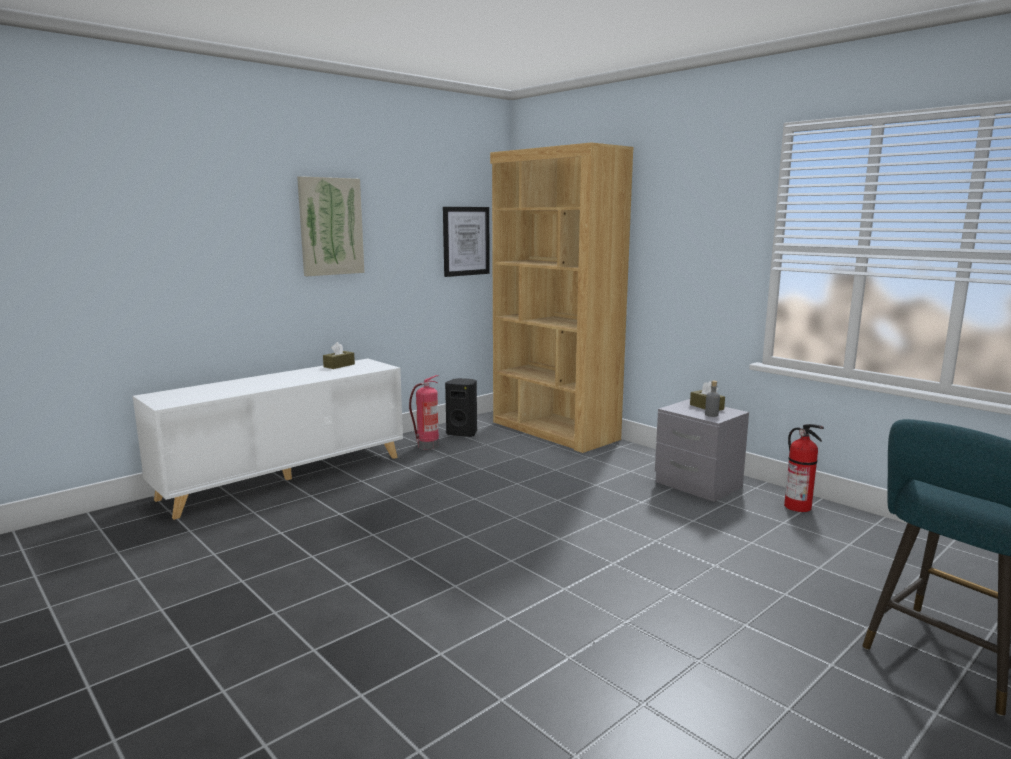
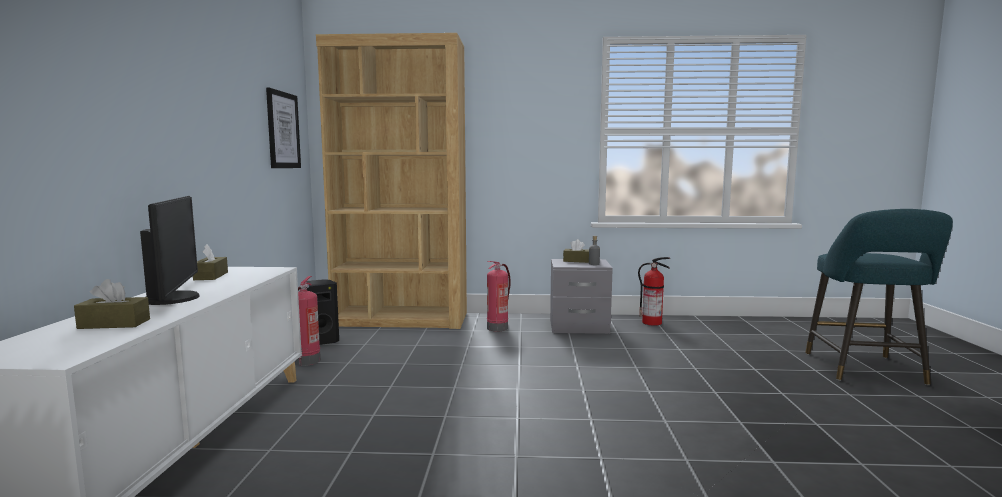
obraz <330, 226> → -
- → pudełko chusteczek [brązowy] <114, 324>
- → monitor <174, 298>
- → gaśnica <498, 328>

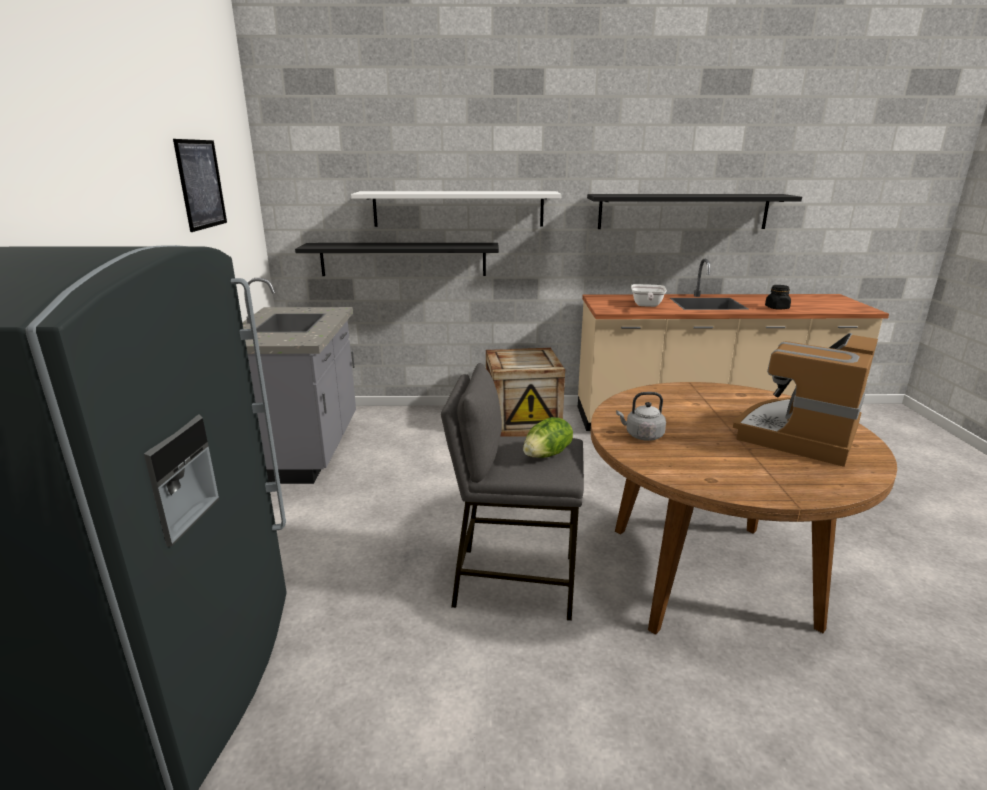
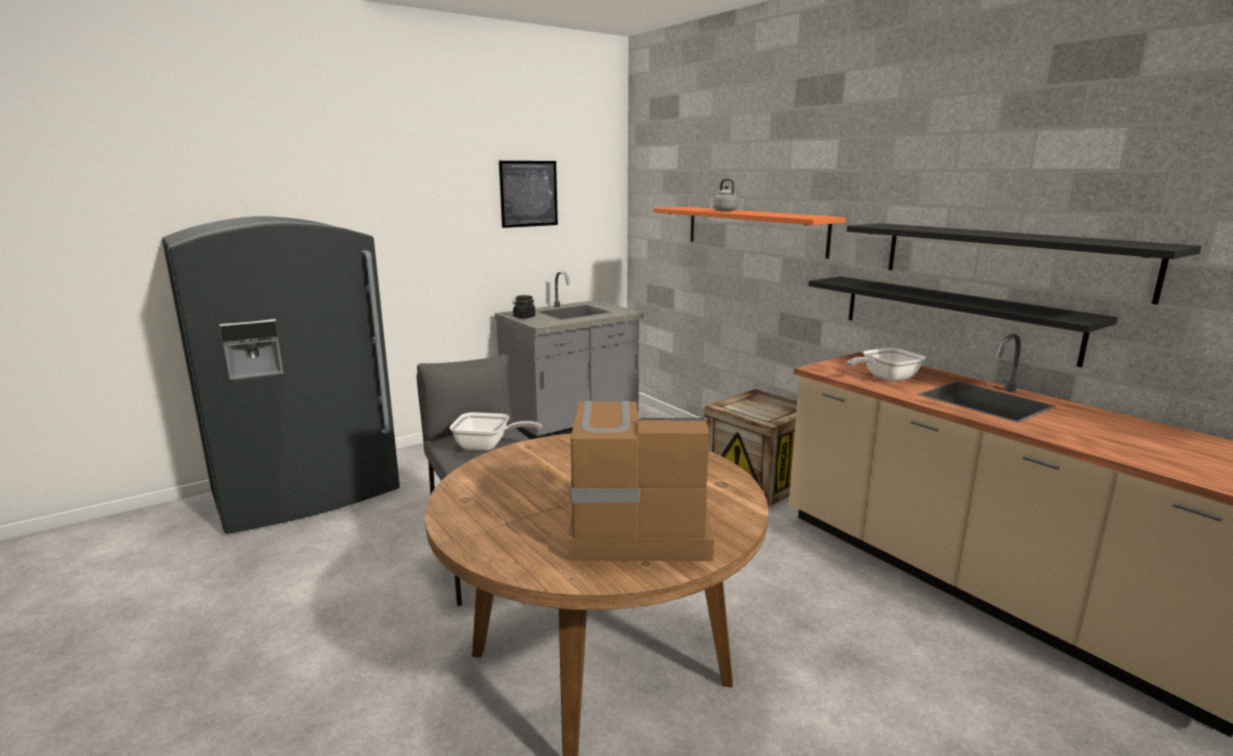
półka [czarny] <403, 259> → półka [czarny] <953, 317>, shifted
półka [biały] <458, 209> → półka [pomarańczowy] <753, 230>
sałata <548, 454> → patelnia <488, 446>
czajnik [szary] <642, 435> → czajnik [szary] <724, 211>, shifted
słoik [czarny] <777, 308> → słoik [czarny] <524, 317>, shifted

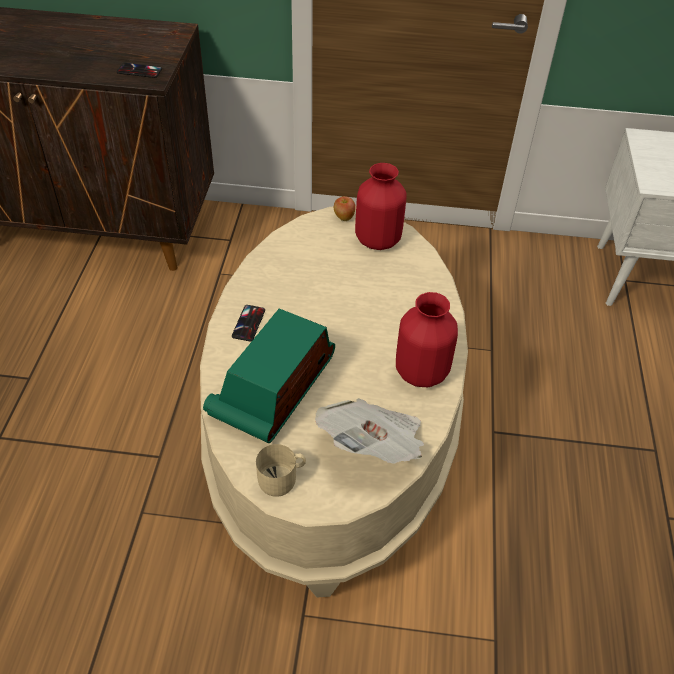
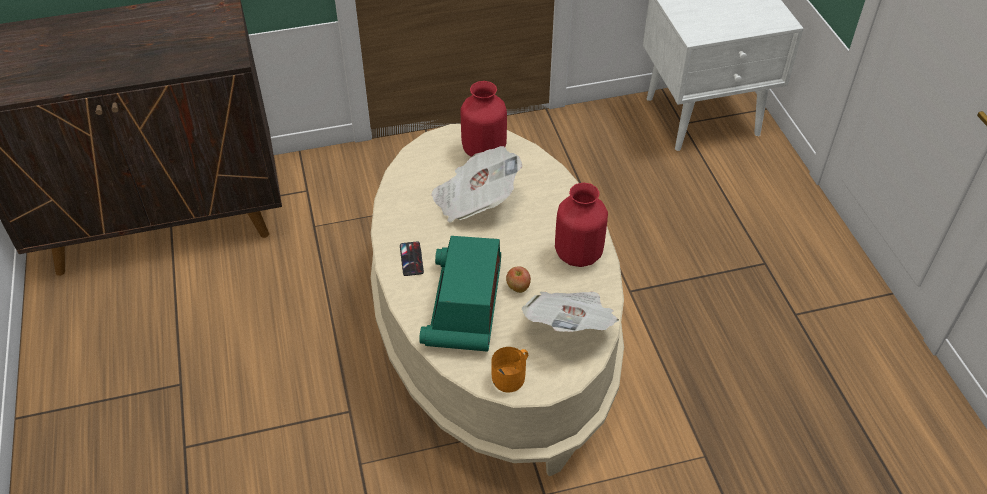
telefon <139, 71> → -
kubek [beżowy] <282, 479> → kubek [pomarańczowy] <512, 376>
jabłko <344, 217> → jabłko <518, 288>, shifted
- → gazeta <475, 200>

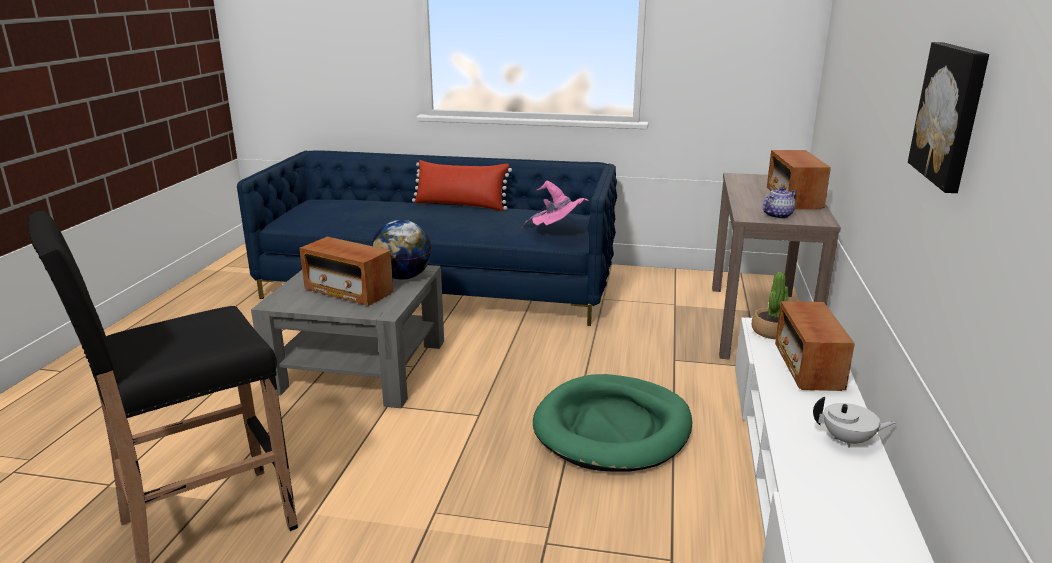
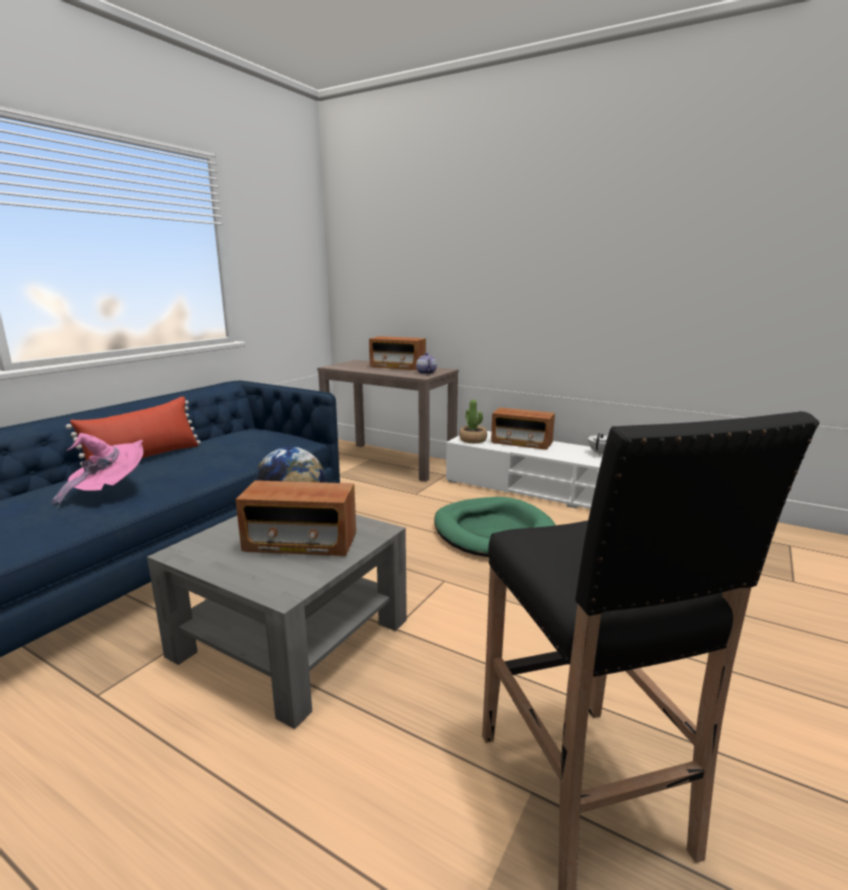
radio <348, 292> → radio <300, 544>, 45 degrees clockwise
kapelusz [różowy] <557, 230> → kapelusz [różowy] <108, 491>, shifted
obraz <951, 114> → -

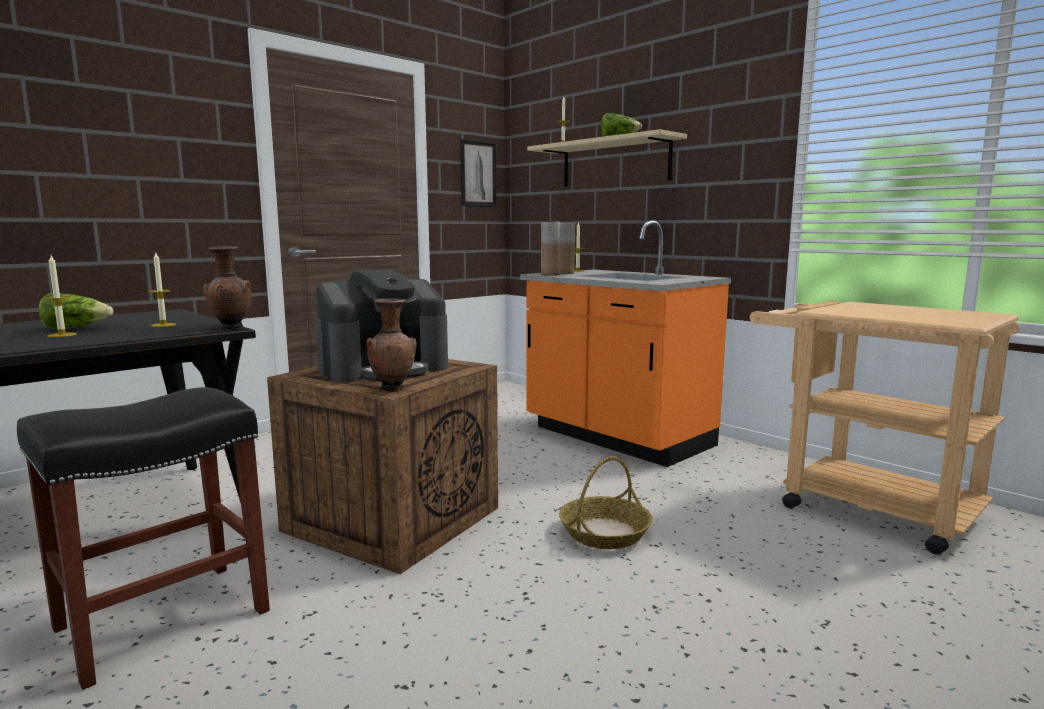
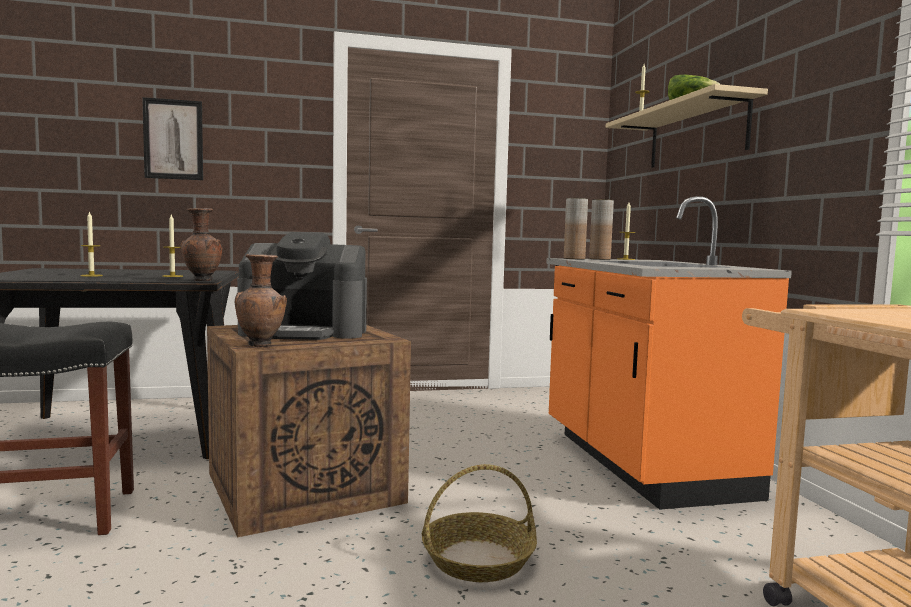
sałata <76, 328> → -
obraz <478, 174> → obraz <173, 139>, shifted

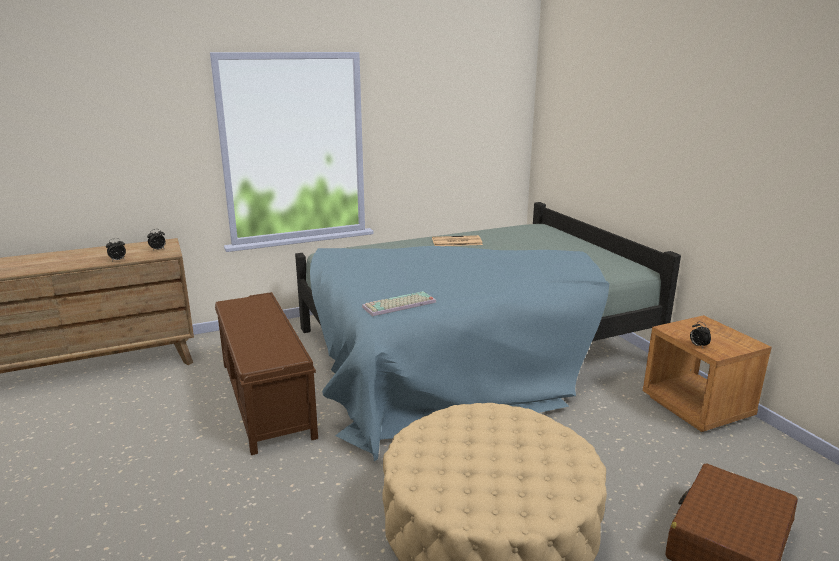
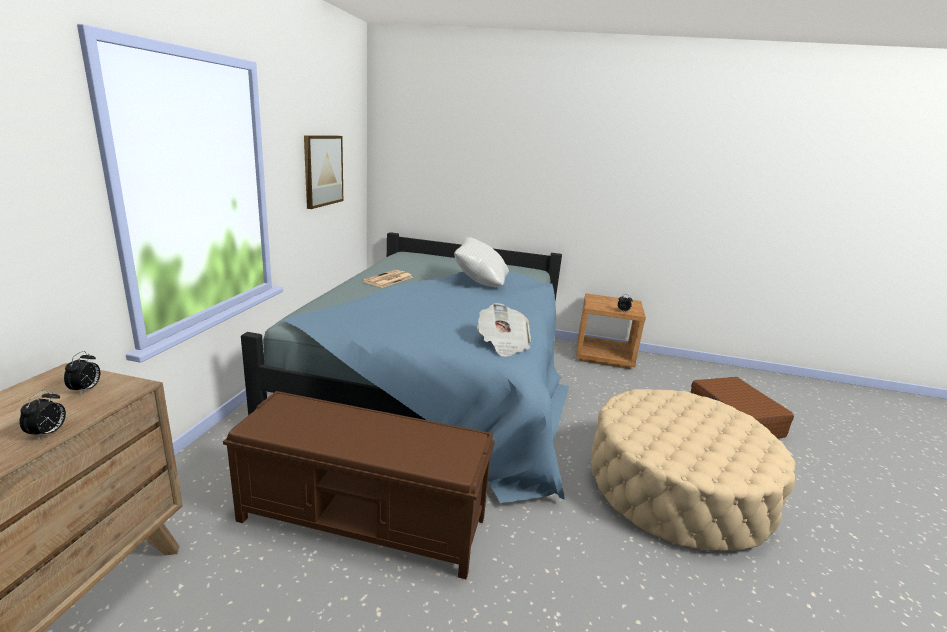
klawiatura <399, 305> → gazeta <503, 344>
- → obraz <323, 170>
- → poduszka [biały] <480, 282>

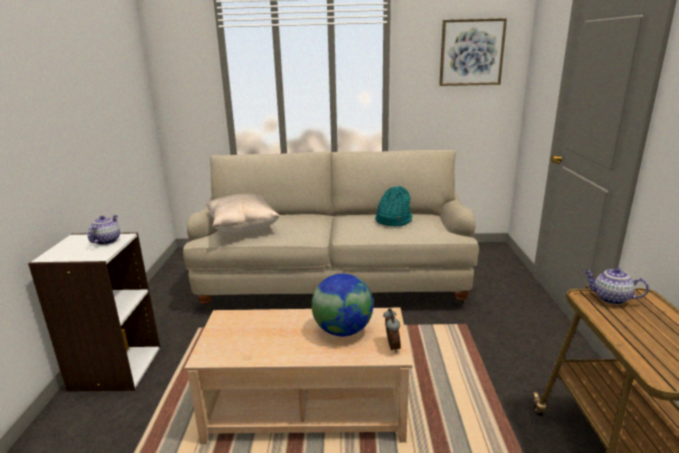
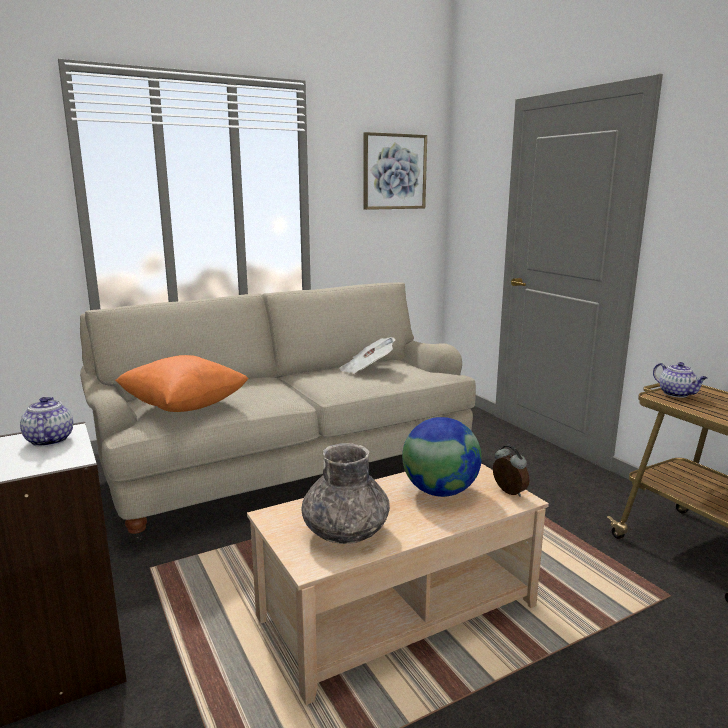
poduszka [beżowy] <243, 228> → poduszka [pomarańczowy] <184, 407>
kapelusz [turkusowy] <393, 220> → gazeta <366, 370>
imbryk <610, 298> → imbryk <677, 394>, 120 degrees counterclockwise
- → wazon [szary] <346, 532>

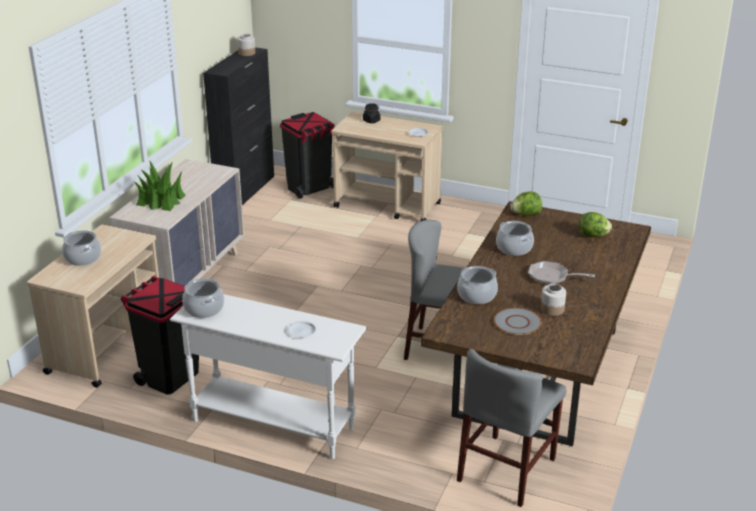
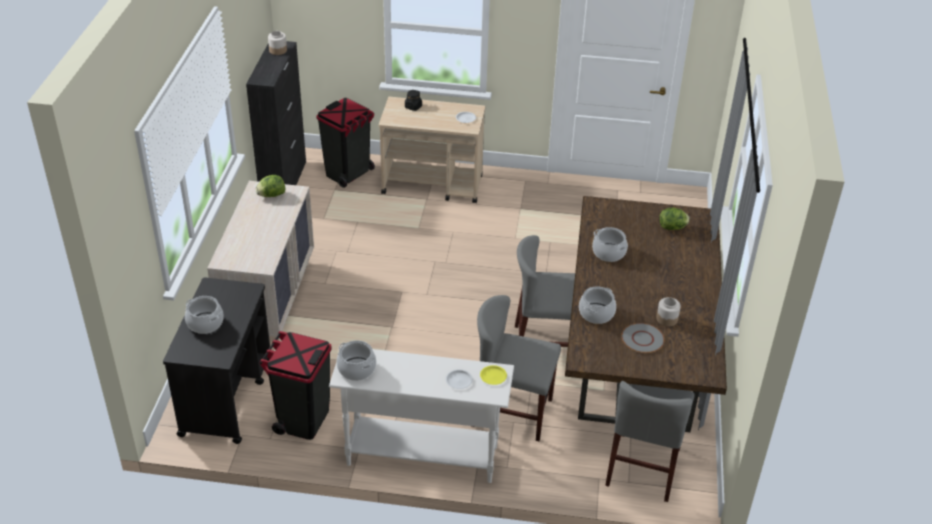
wózek [beżowy] <107, 347> → wózek [czarny] <227, 395>
roślina doniczkowa <160, 200> → -
sałata <526, 214> → sałata <271, 195>, shifted
patelnia <552, 277> → -
- → krzesło [szary] <512, 412>
- → talerz [żółty] <493, 376>

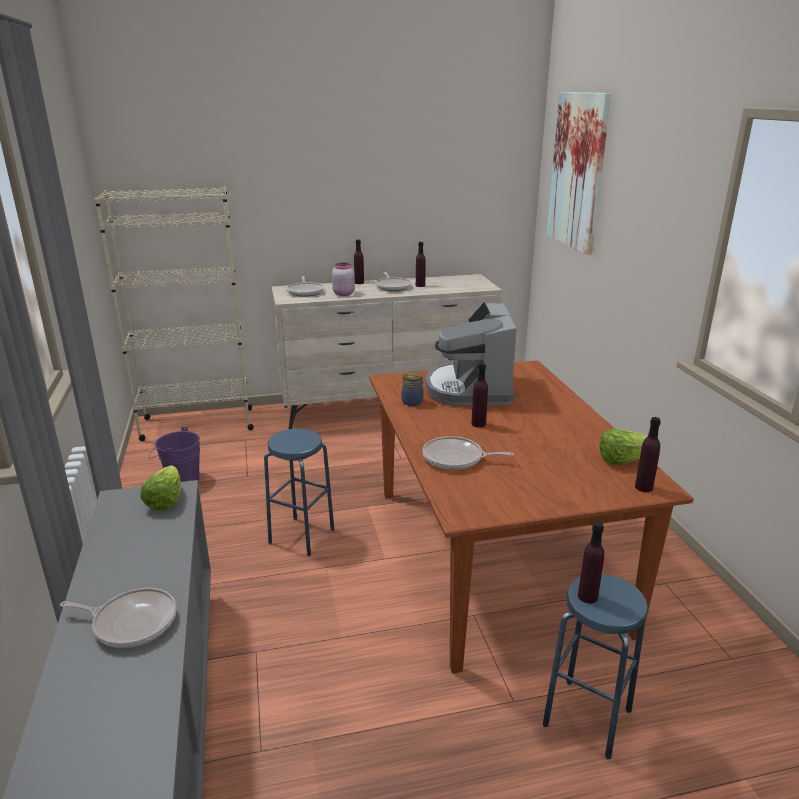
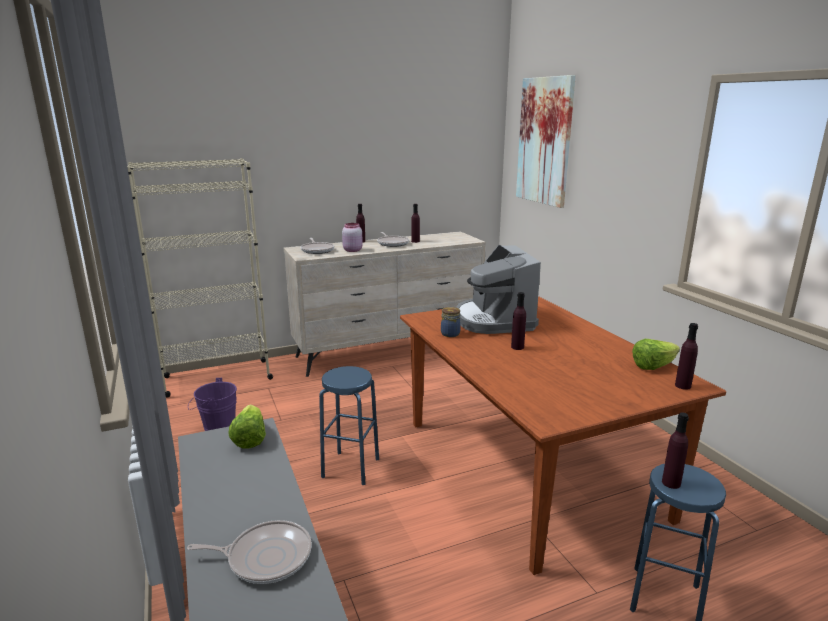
patelnia <456, 458> → -

